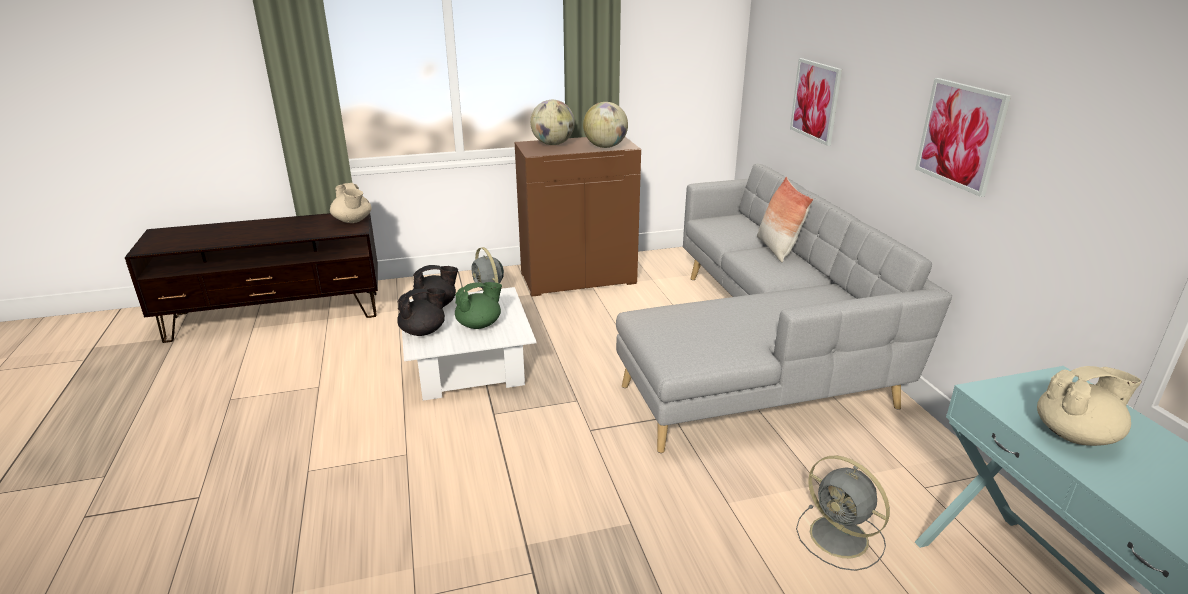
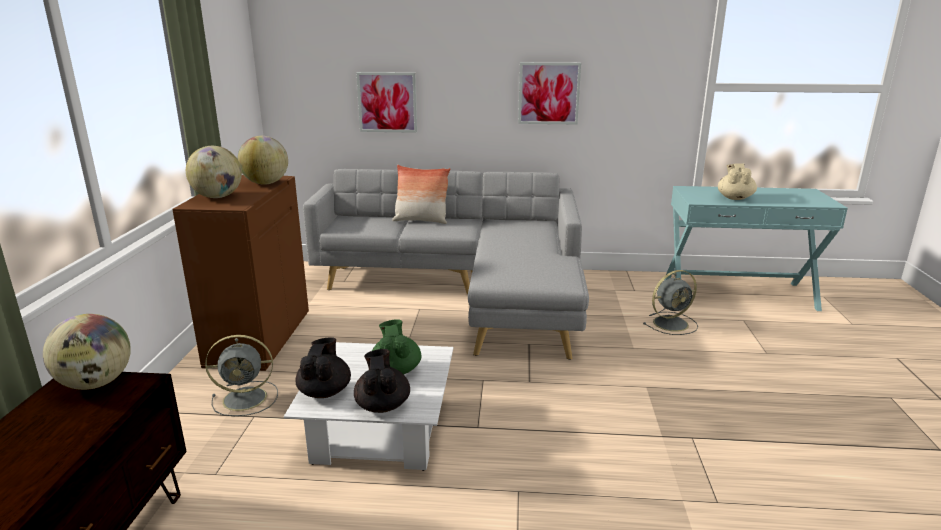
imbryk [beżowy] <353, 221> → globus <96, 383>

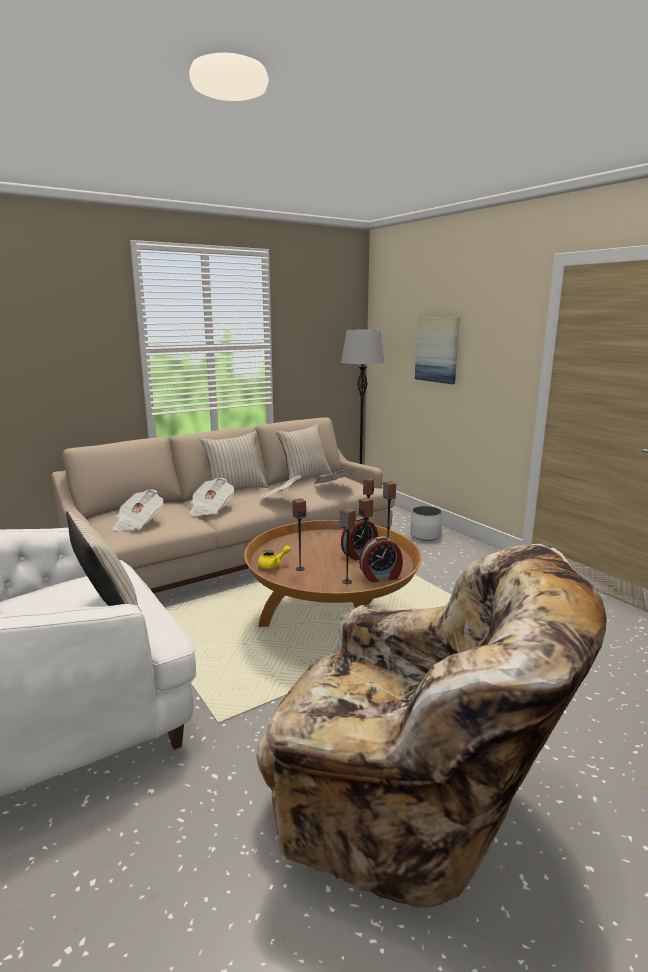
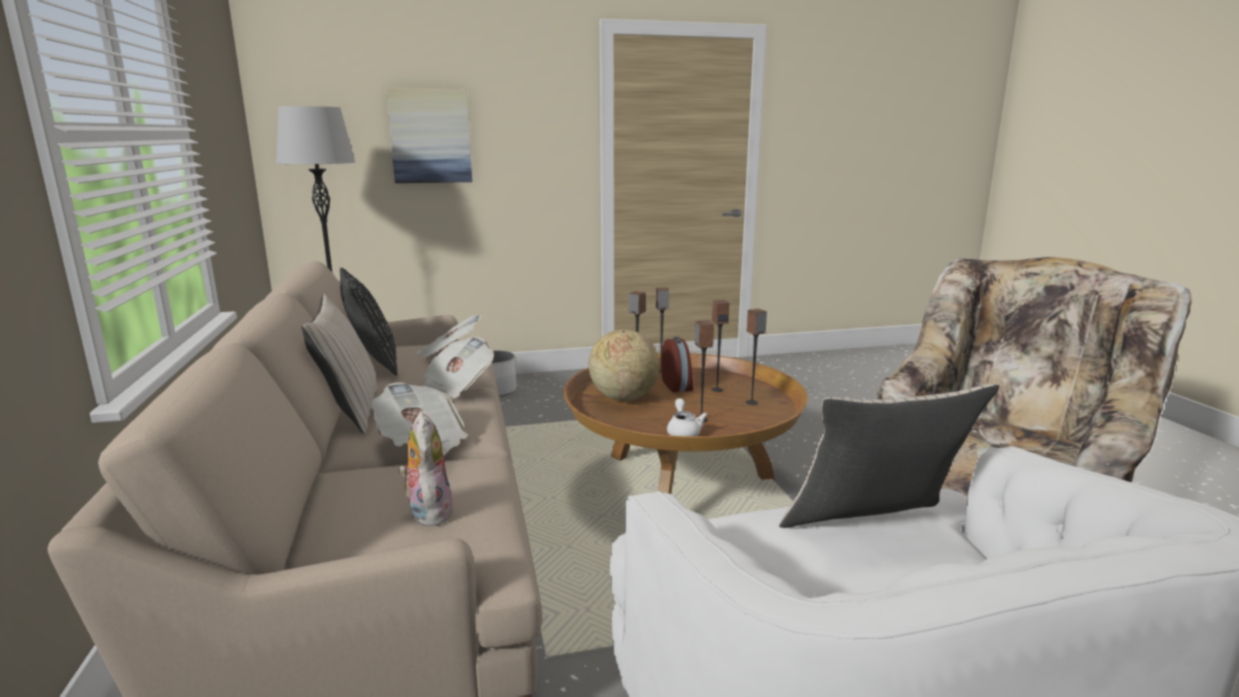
gazeta <138, 523> → pluszak <428, 512>
imbryk [żółty] <273, 565> → imbryk [biały] <683, 431>
poduszka [beżowy] <305, 478> → poduszka [czarny] <373, 363>
budzik <381, 577> → -
- → globus <623, 398>

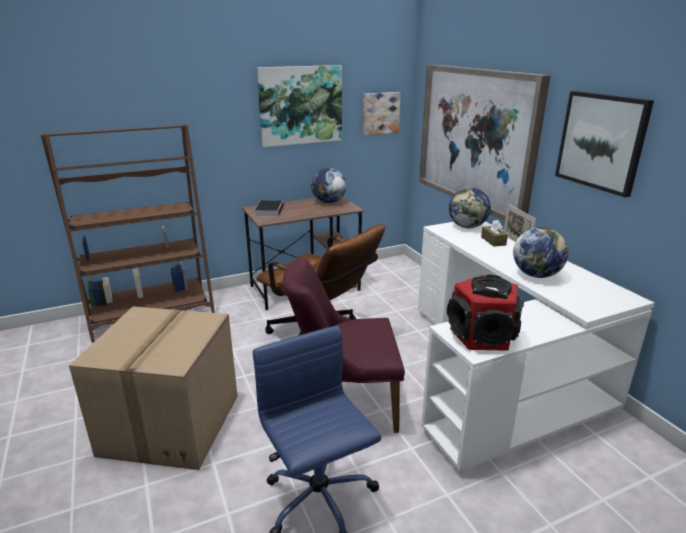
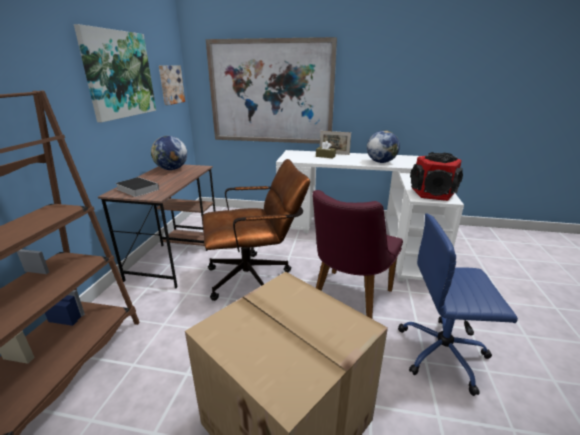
globus <467, 227> → -
obraz <601, 141> → -

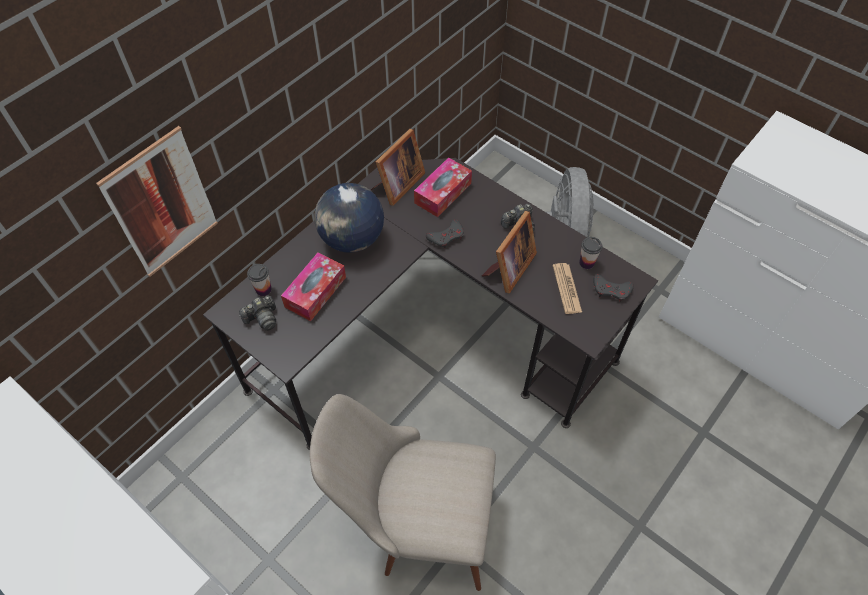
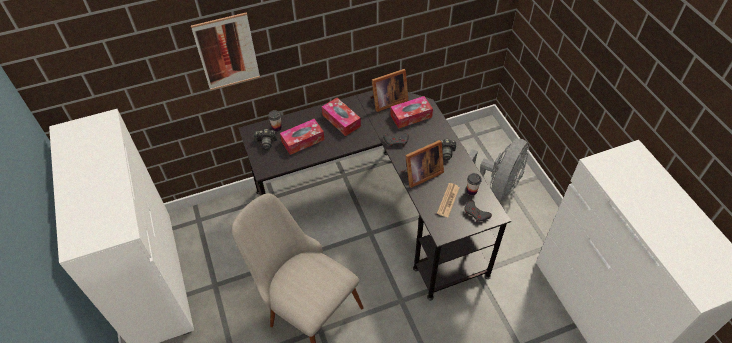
globus <351, 239> → pudełko chusteczek <341, 120>

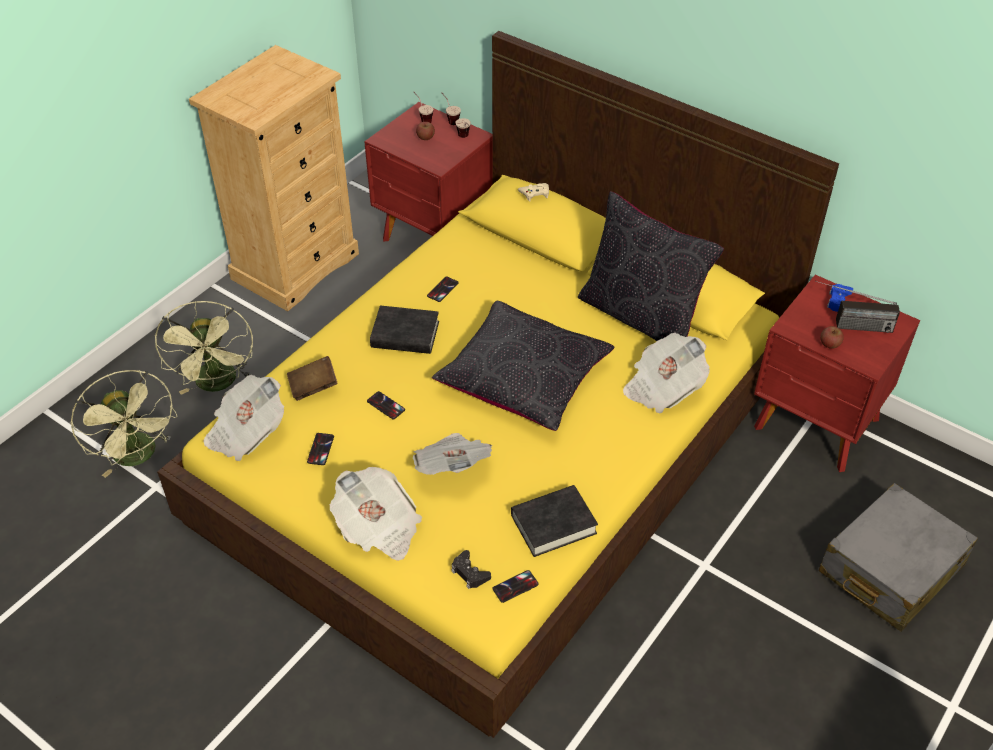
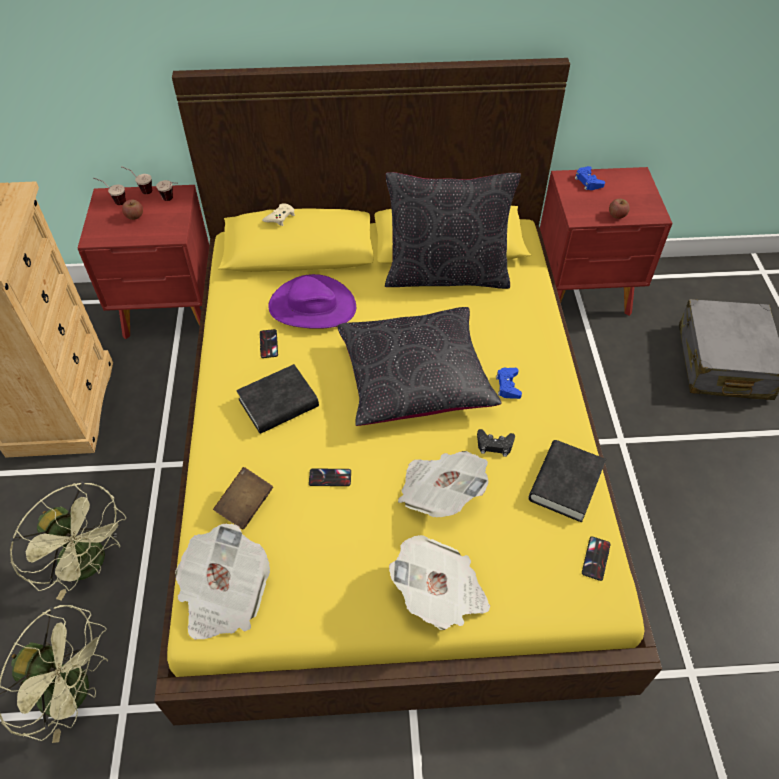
telefon <320, 449> → -
pad do gier [czarny] <469, 573> → pad do gier [czarny] <494, 445>, shifted
gazeta <663, 387> → -
radio <848, 326> → -
- → kapelusz [fioletowy] <312, 307>
- → pad do gier [niebieski] <508, 386>

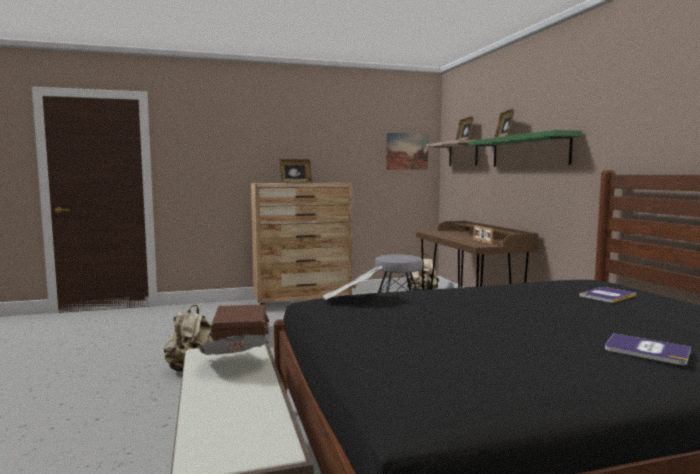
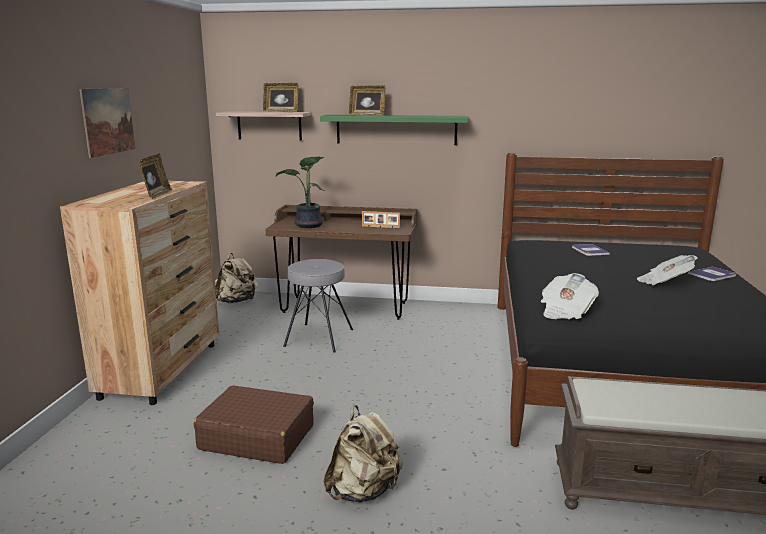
gazeta <234, 364> → gazeta <664, 283>, shifted
obraz <407, 151> → obraz <108, 121>, shifted
- → roślina doniczkowa <308, 226>

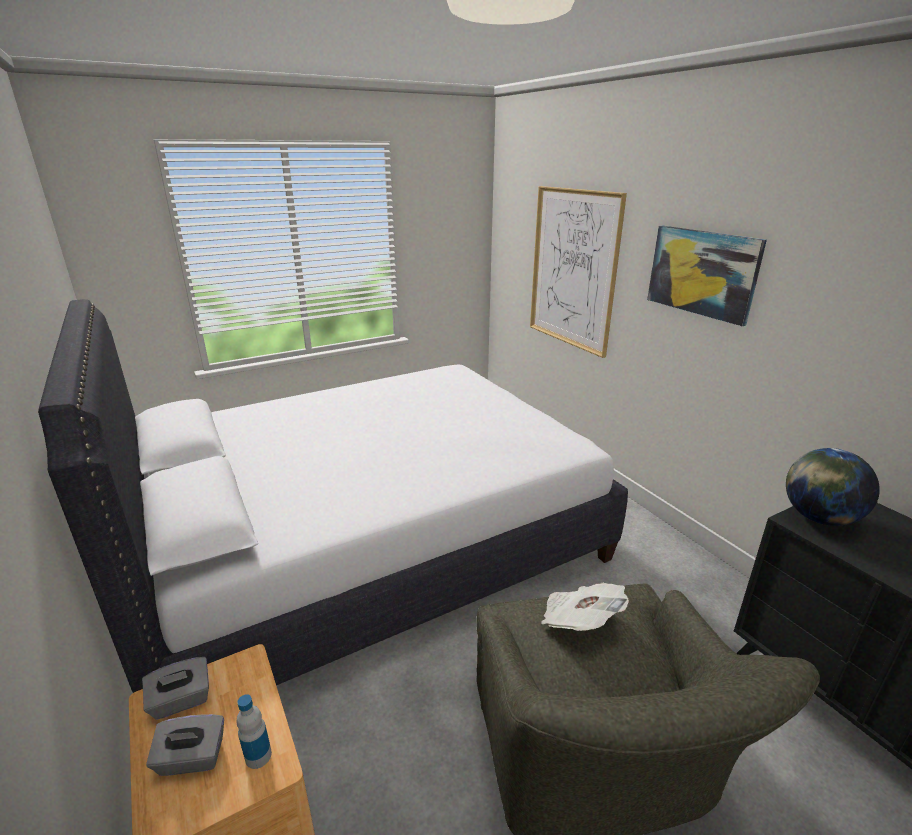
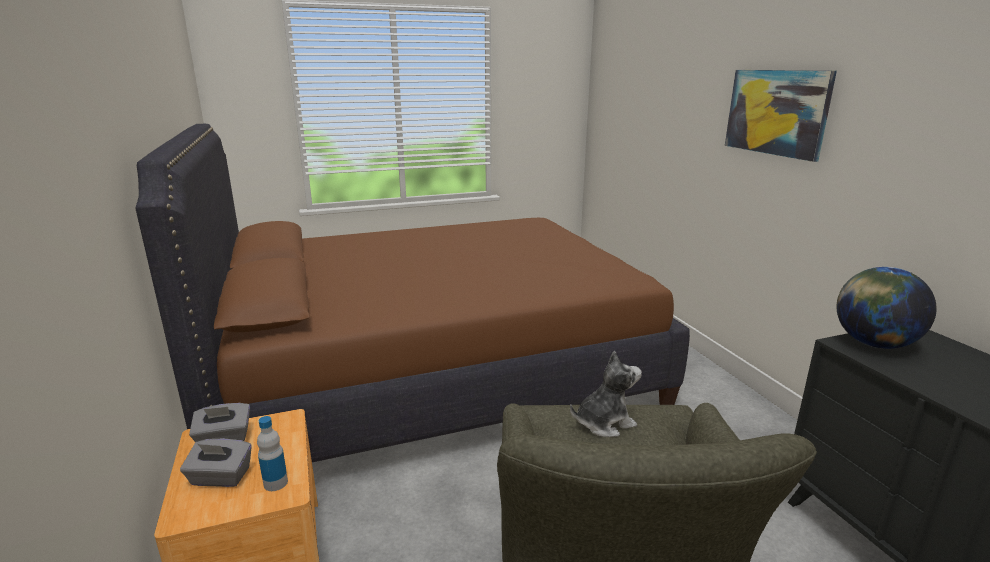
łóżko [biały] <370, 544> → łóżko [brązowy] <434, 372>
obraz <573, 269> → -
gazeta <579, 621> → pluszak <604, 423>

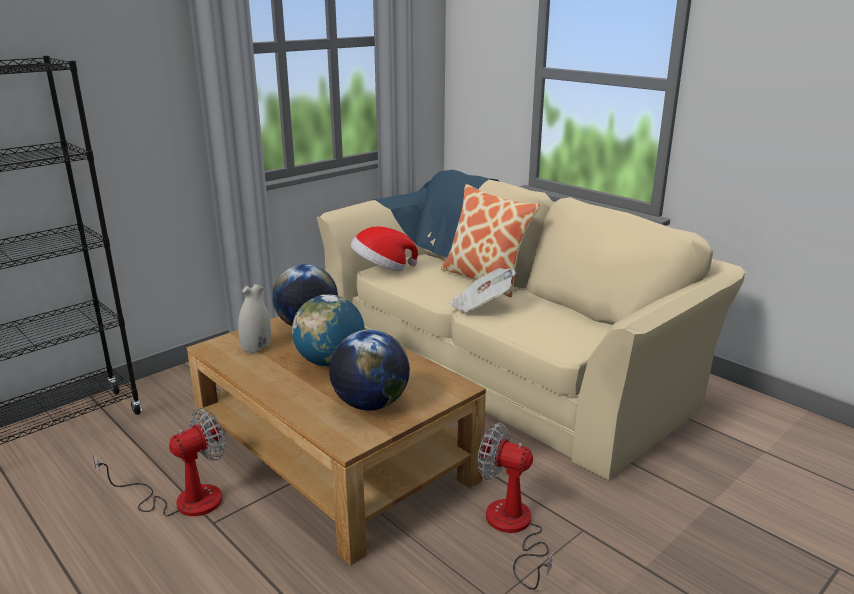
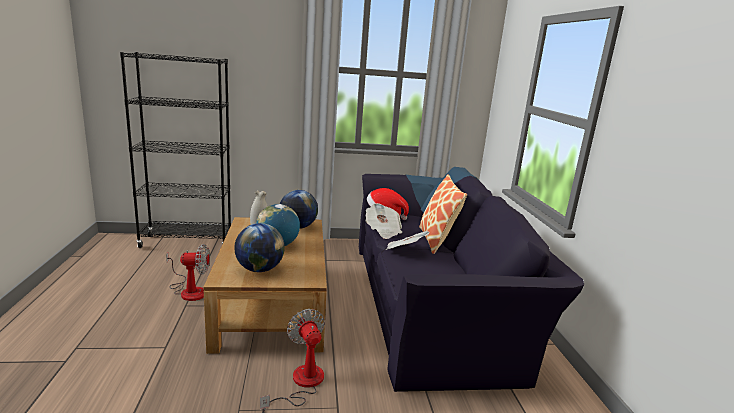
kanapa [beżowy] <504, 360> → kanapa [czarny] <433, 300>
- → gazeta <383, 231>

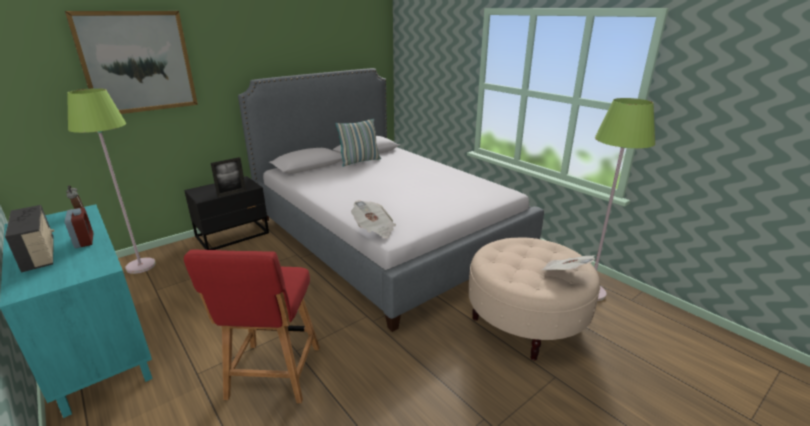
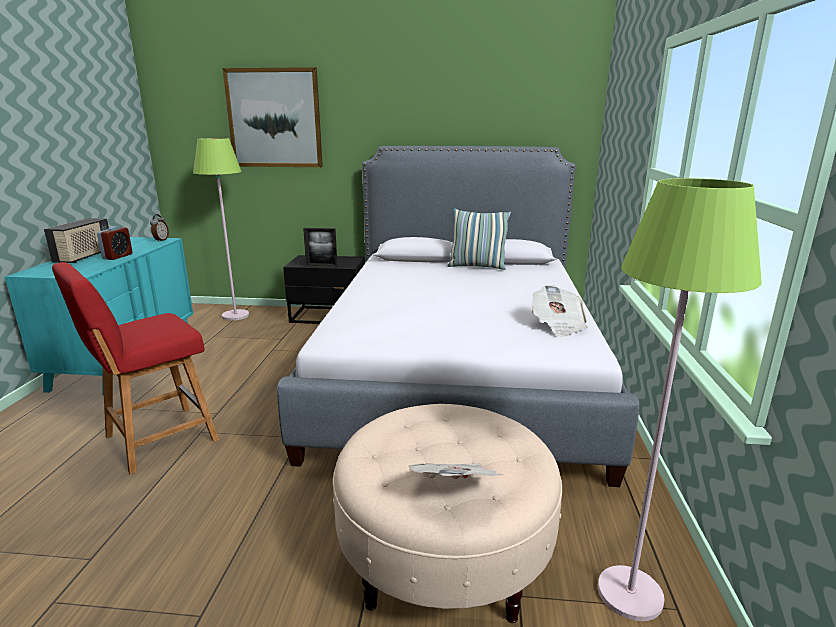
gazeta <374, 229> → gazeta <557, 325>, shifted

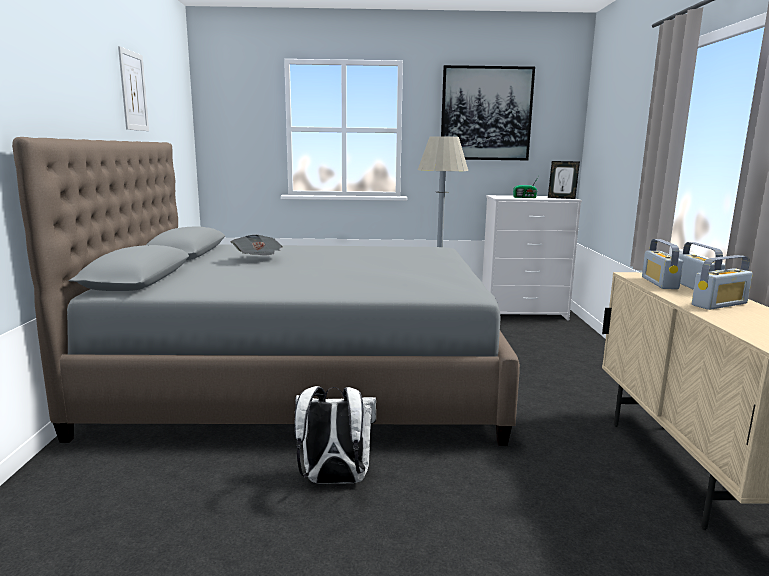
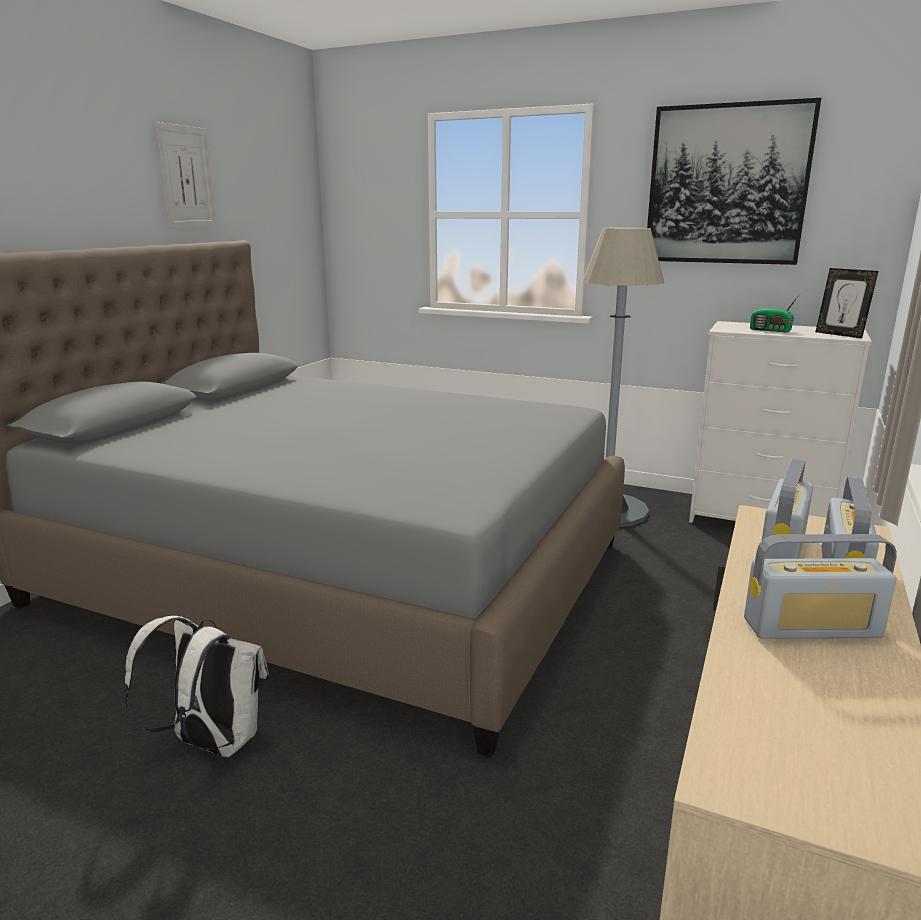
gazeta <258, 259> → -

